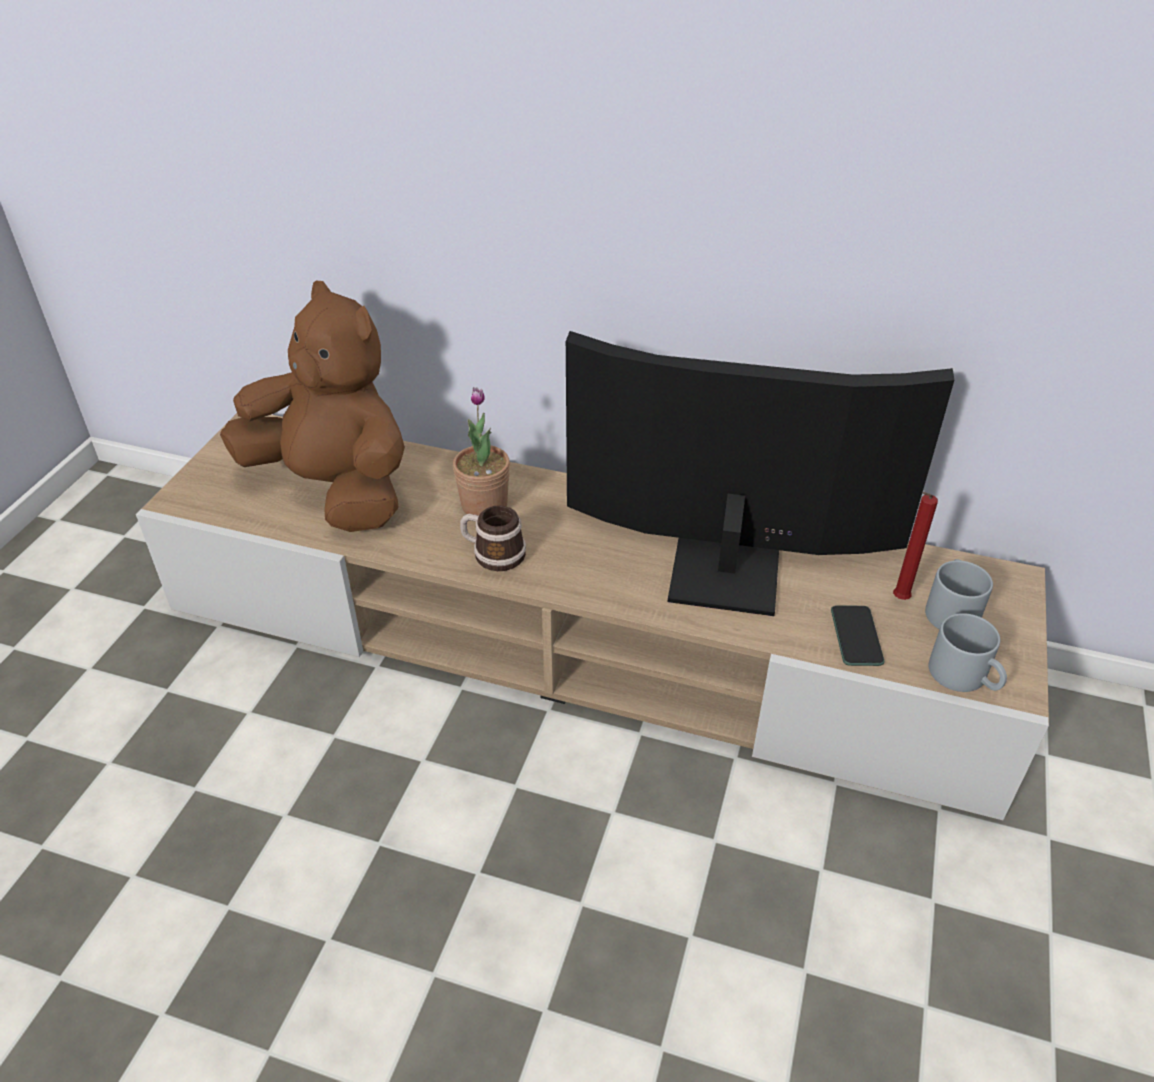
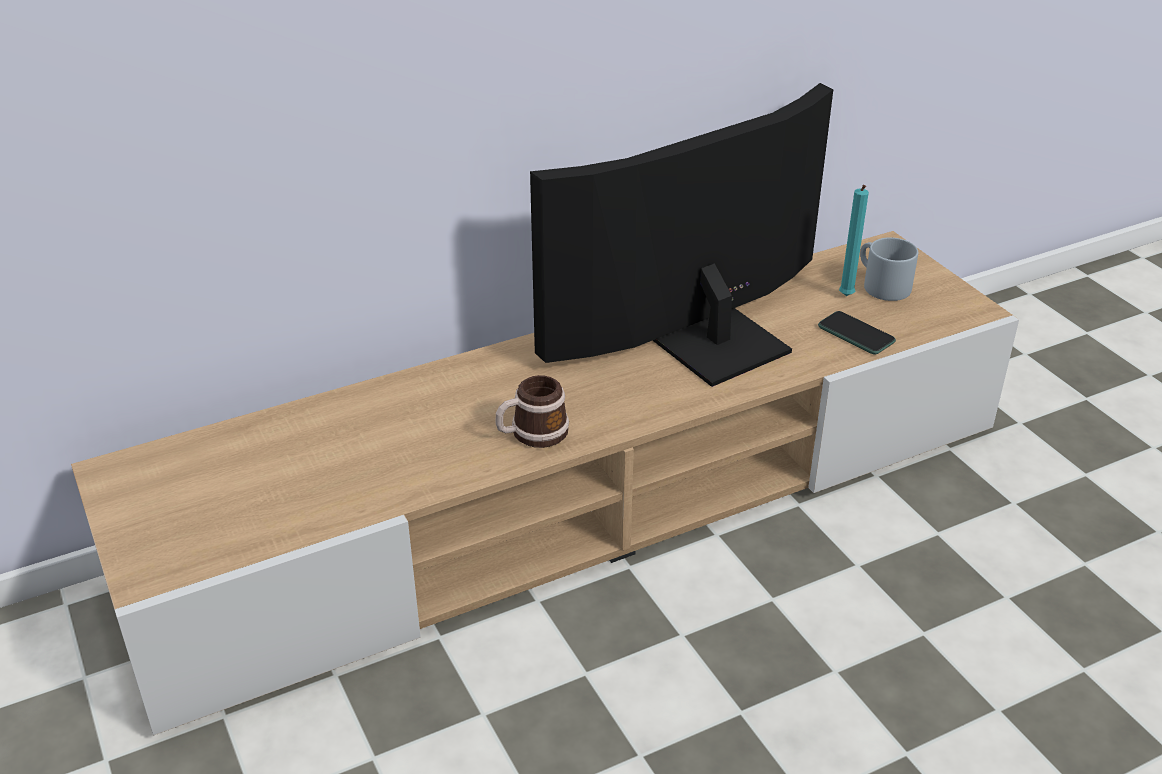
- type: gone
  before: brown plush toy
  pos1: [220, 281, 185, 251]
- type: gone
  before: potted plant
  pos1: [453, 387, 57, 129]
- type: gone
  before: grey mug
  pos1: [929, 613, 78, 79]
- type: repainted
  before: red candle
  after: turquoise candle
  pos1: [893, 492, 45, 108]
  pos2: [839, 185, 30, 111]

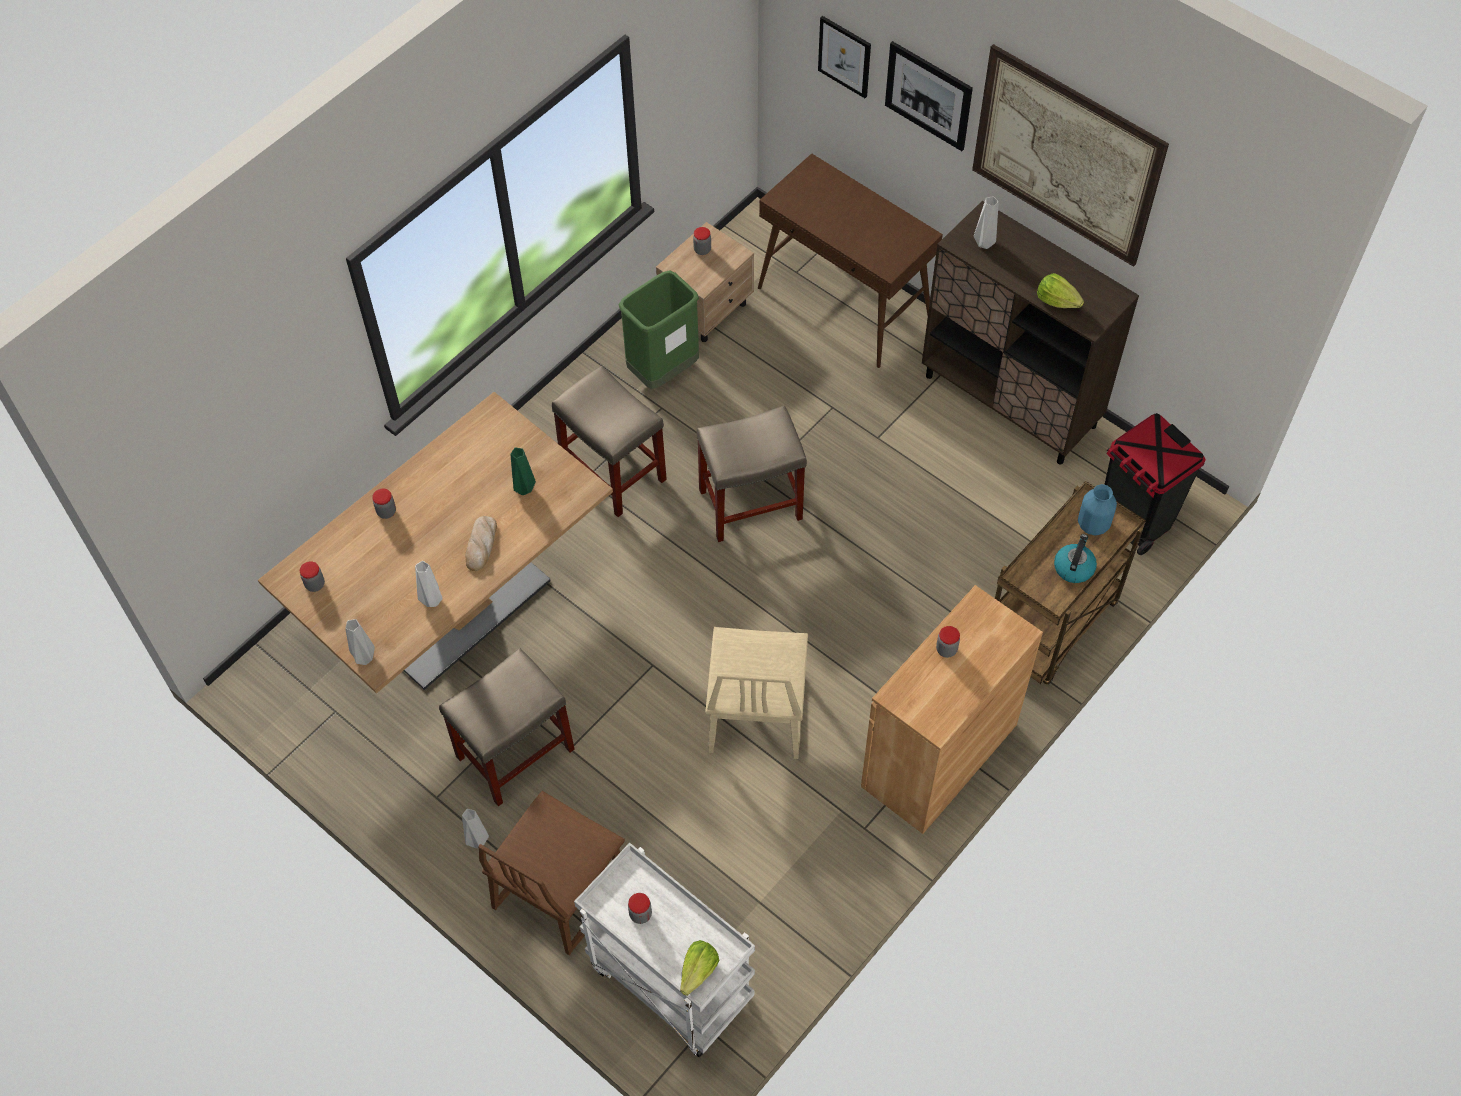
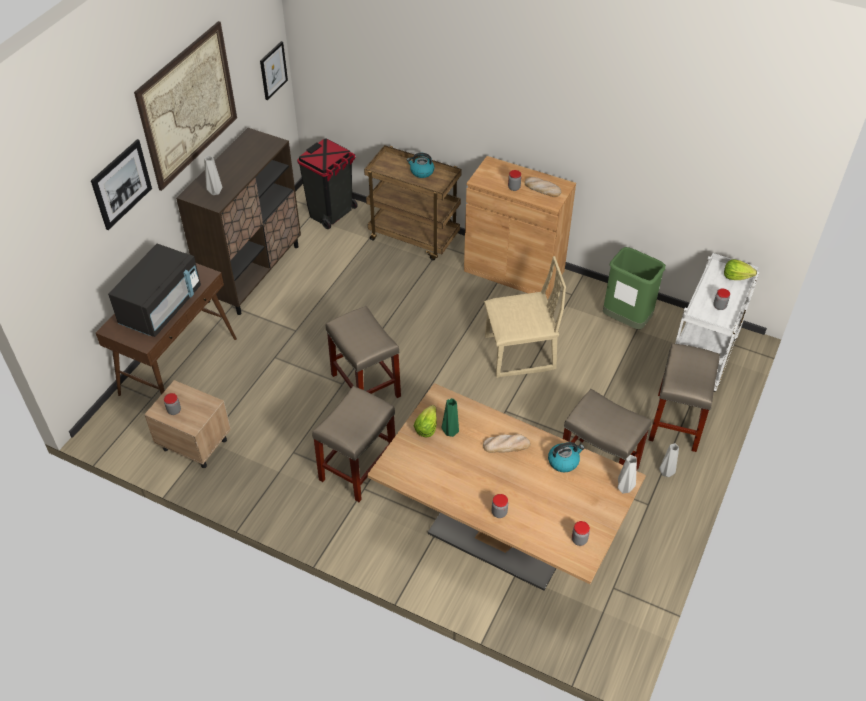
- type: gone
  before: blue vase
  pos1: [1078, 484, 39, 51]
- type: new
  after: black microwave
  pos2: [108, 244, 93, 93]
- type: new
  after: bread
  pos2: [524, 177, 37, 20]
- type: shifted
  before: green trash can
  pos1: [619, 270, 80, 119]
  pos2: [603, 247, 63, 82]
- type: shifted
  before: picture
  pos1: [818, 16, 53, 82]
  pos2: [260, 41, 28, 59]
- type: shifted
  before: lettuce
  pos1: [1037, 273, 47, 35]
  pos2: [414, 405, 23, 32]
- type: swapped
  before: white vase
  after: kettle
  pos1: [415, 561, 28, 46]
  pos2: [548, 442, 36, 30]
- type: swapped
  before: brown chair
  after: beige stool
  pos1: [478, 791, 147, 164]
  pos2: [648, 343, 72, 109]

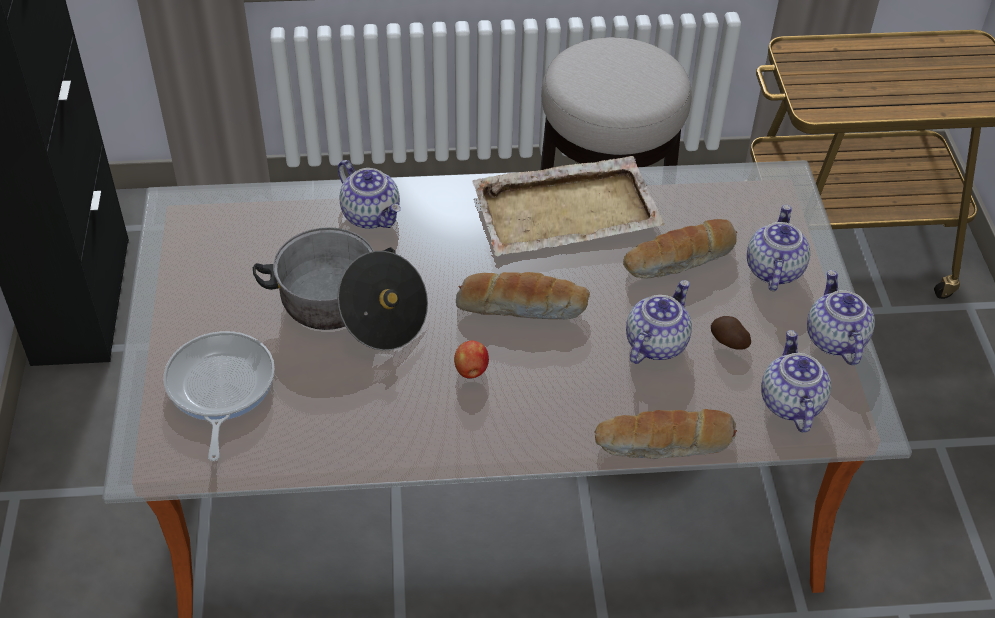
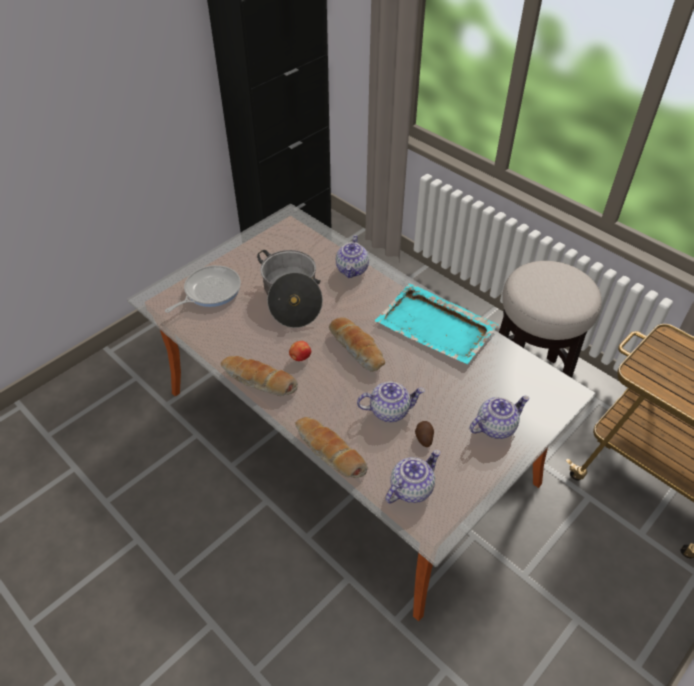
- type: gone
  before: teapot
  pos1: [807, 270, 68, 95]
- type: shifted
  before: bread
  pos1: [623, 219, 114, 59]
  pos2: [221, 356, 77, 40]
- type: repainted
  before: beige tray
  after: turquoise tray
  pos1: [473, 156, 192, 100]
  pos2: [375, 284, 123, 80]

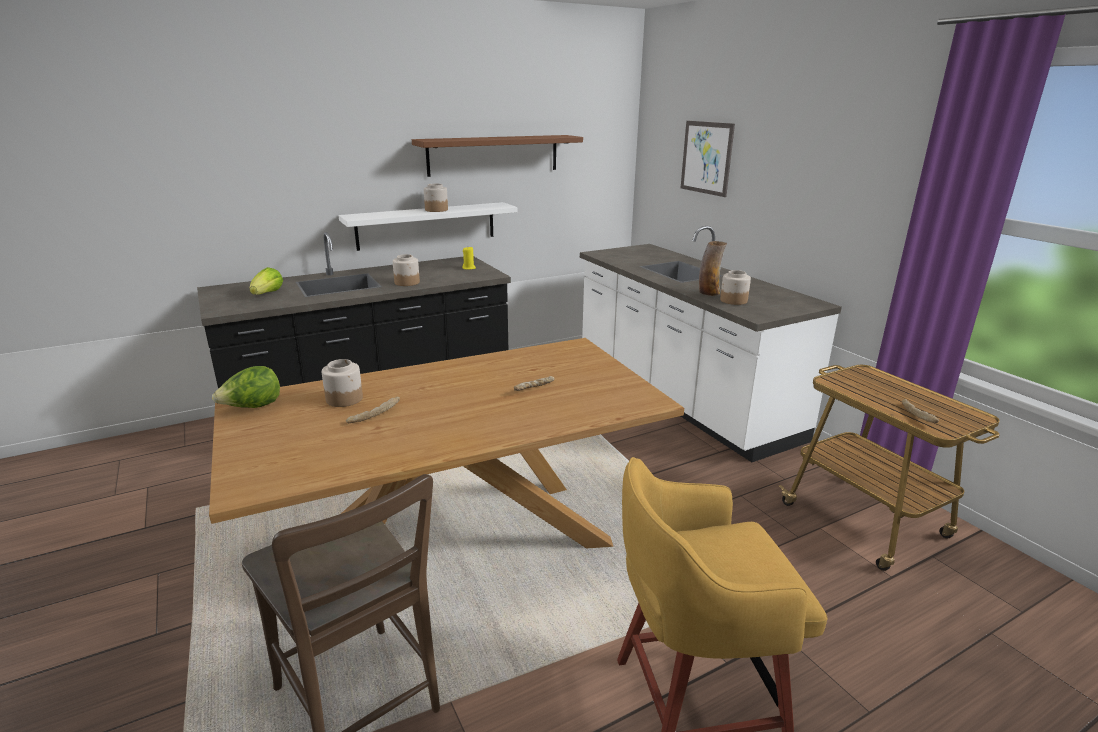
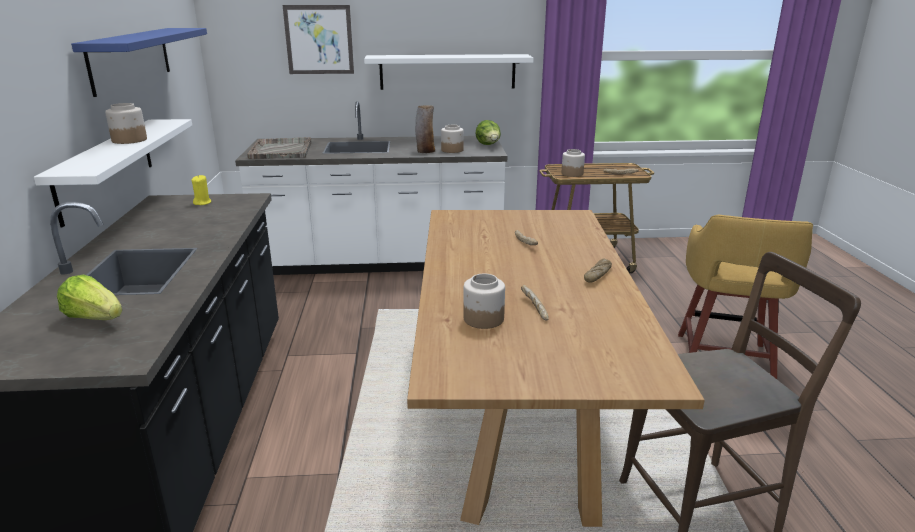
- type: new
  after: grey tray
  pos2: [247, 137, 64, 22]
- type: new
  after: white shelf
  pos2: [364, 54, 170, 36]
- type: new
  after: bread
  pos2: [584, 258, 28, 25]
- type: shifted
  before: lettuce
  pos1: [212, 366, 68, 42]
  pos2: [475, 120, 26, 25]
- type: shifted
  before: jar
  pos1: [393, 254, 27, 32]
  pos2: [561, 149, 24, 28]
- type: repainted
  before: brown shelf
  after: blue shelf
  pos1: [412, 135, 171, 42]
  pos2: [71, 28, 136, 69]

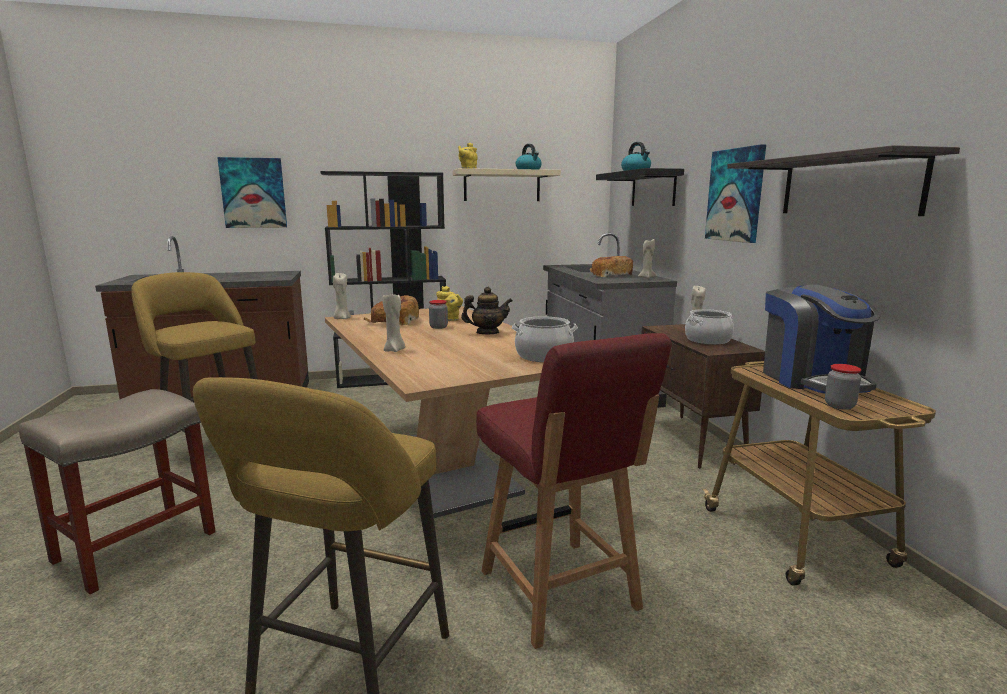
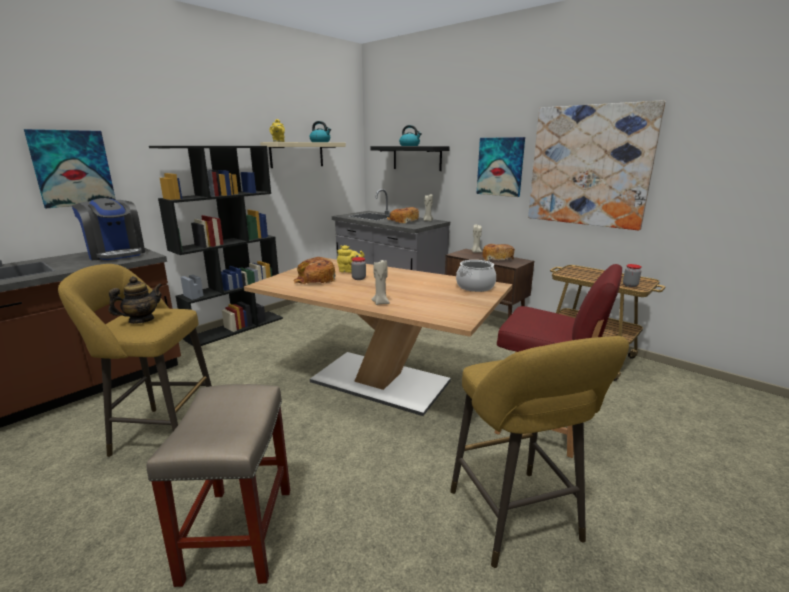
- type: gone
  before: beige candle
  pos1: [333, 272, 18, 47]
- type: shifted
  before: teapot
  pos1: [461, 287, 51, 47]
  pos2: [109, 276, 54, 48]
- type: shifted
  before: coffee machine
  pos1: [763, 285, 118, 109]
  pos2: [72, 198, 73, 62]
- type: swapped
  before: cooking pot
  after: bread
  pos1: [685, 309, 49, 36]
  pos2: [482, 244, 33, 17]
- type: swapped
  before: shelf
  after: picture
  pos1: [727, 145, 233, 71]
  pos2: [528, 100, 137, 130]

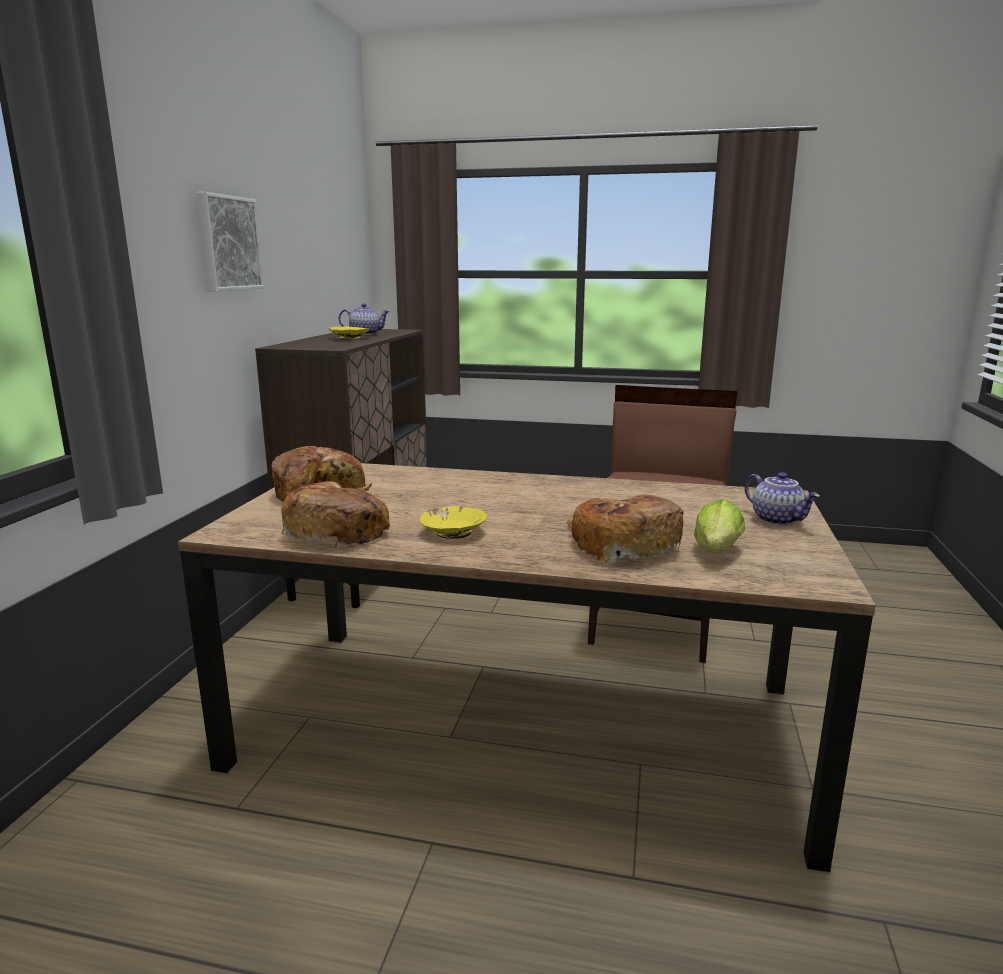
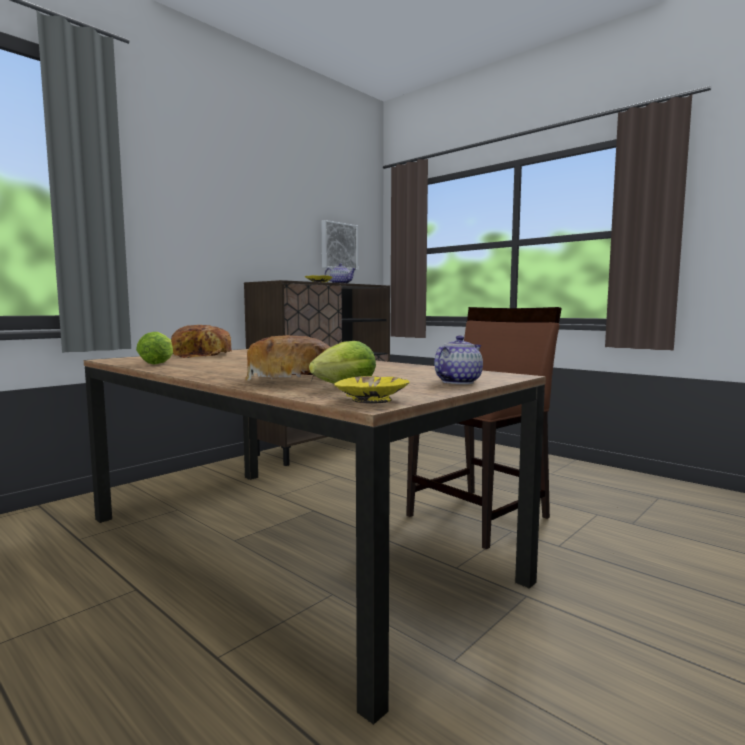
- type: shifted
  before: picture
  pos1: [195, 192, 70, 99]
  pos2: [321, 220, 37, 50]
- type: shifted
  before: yellow bowl
  pos1: [420, 506, 67, 33]
  pos2: [334, 376, 76, 28]
- type: swapped
  before: bread
  after: lettuce
  pos1: [281, 481, 109, 66]
  pos2: [136, 332, 37, 32]
- type: rotated
  before: teapot
  pos1: [744, 472, 76, 54]
  pos2: [434, 335, 49, 49]
  turn: -135

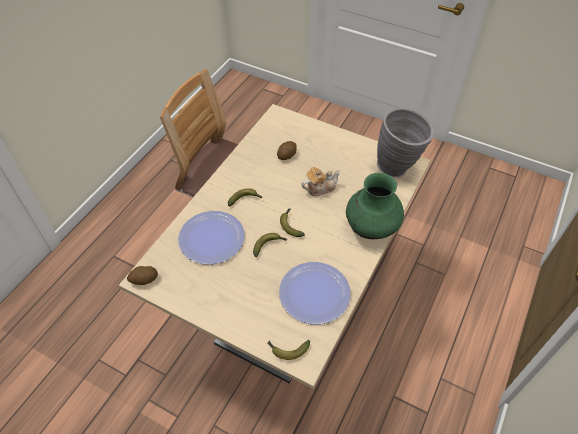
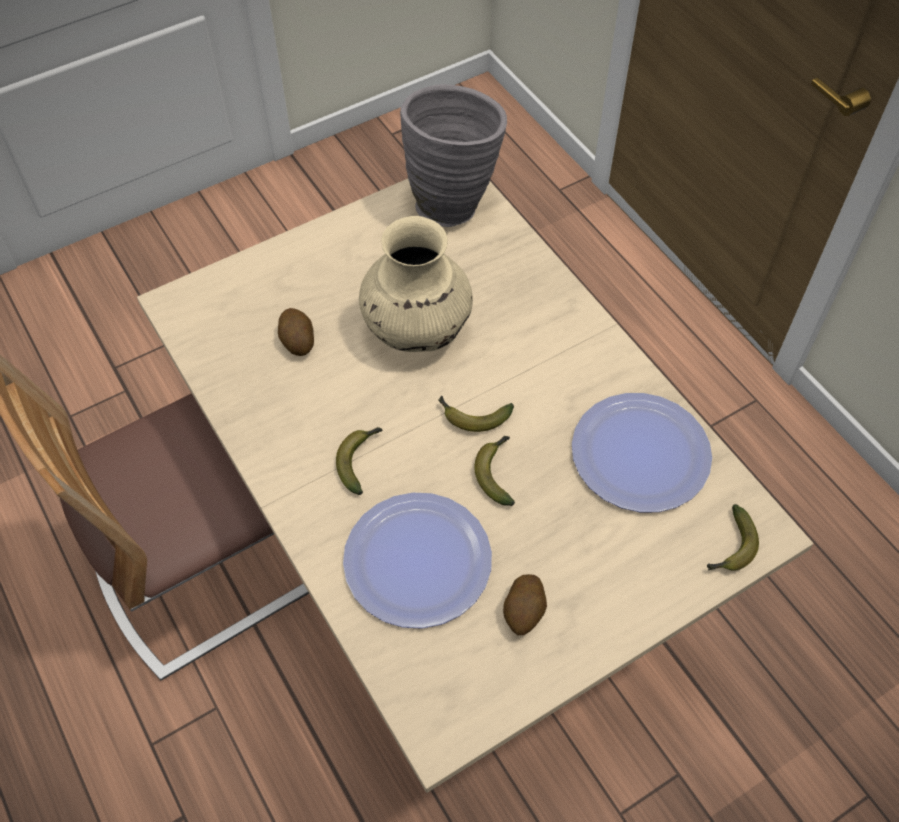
- type: gone
  before: green vase
  pos1: [346, 173, 58, 66]
- type: shifted
  before: potato
  pos1: [127, 266, 31, 19]
  pos2: [503, 574, 44, 61]
- type: swapped
  before: teapot
  after: beige vase
  pos1: [301, 167, 40, 29]
  pos2: [359, 216, 114, 136]

